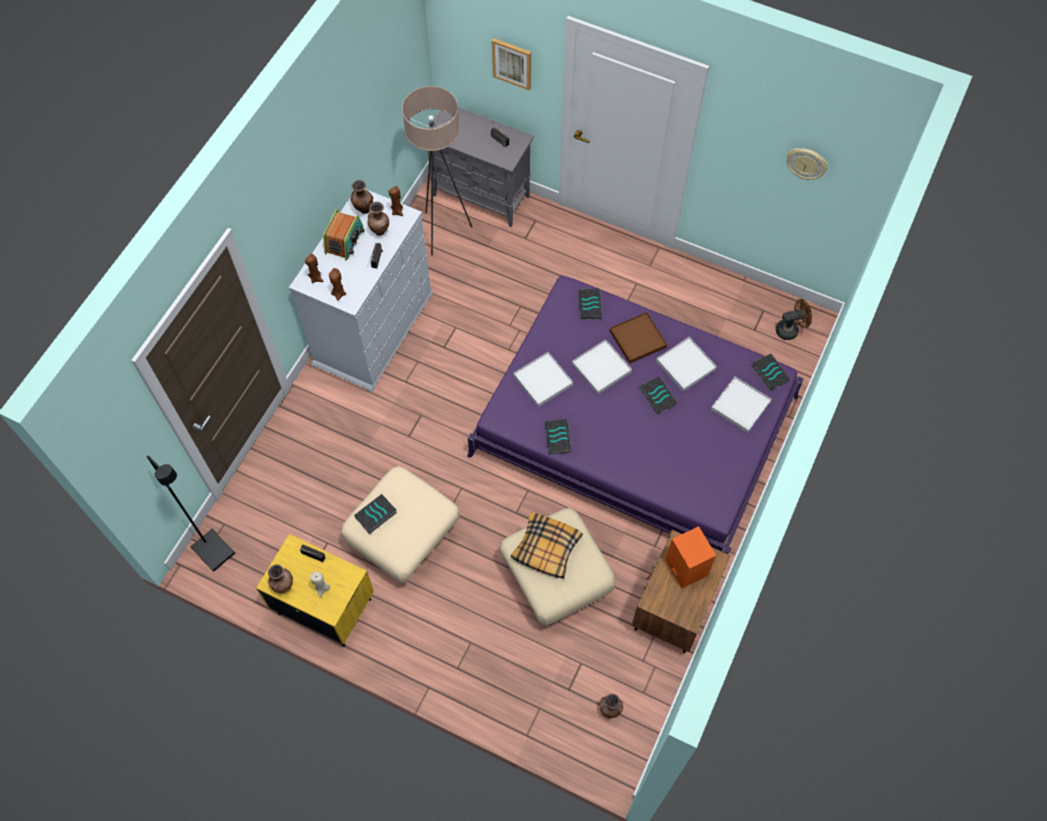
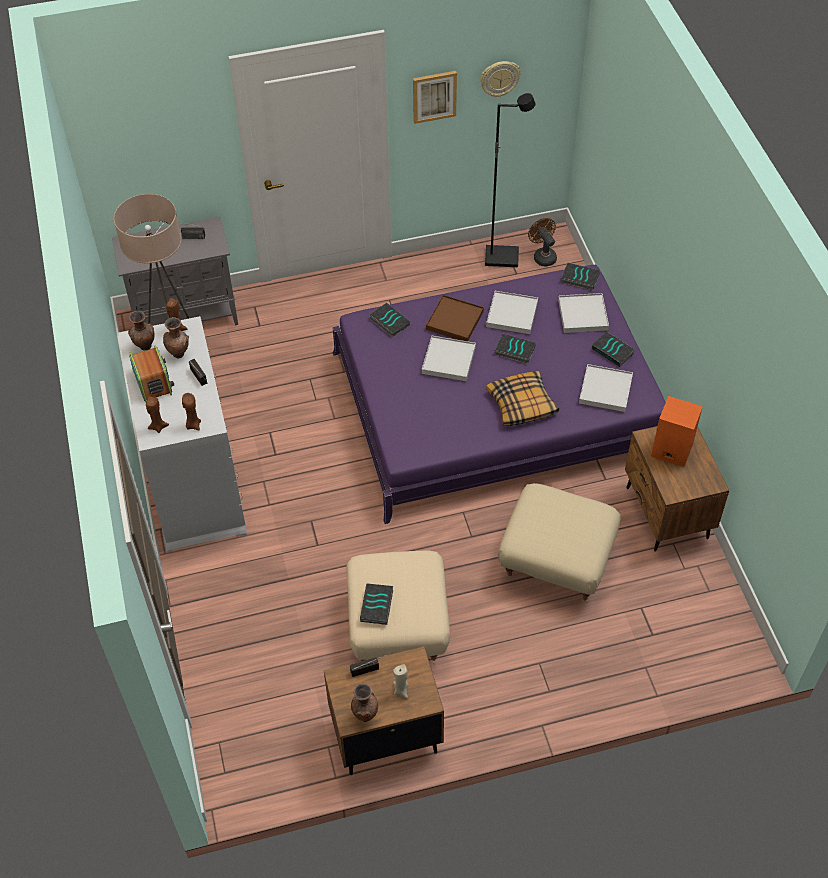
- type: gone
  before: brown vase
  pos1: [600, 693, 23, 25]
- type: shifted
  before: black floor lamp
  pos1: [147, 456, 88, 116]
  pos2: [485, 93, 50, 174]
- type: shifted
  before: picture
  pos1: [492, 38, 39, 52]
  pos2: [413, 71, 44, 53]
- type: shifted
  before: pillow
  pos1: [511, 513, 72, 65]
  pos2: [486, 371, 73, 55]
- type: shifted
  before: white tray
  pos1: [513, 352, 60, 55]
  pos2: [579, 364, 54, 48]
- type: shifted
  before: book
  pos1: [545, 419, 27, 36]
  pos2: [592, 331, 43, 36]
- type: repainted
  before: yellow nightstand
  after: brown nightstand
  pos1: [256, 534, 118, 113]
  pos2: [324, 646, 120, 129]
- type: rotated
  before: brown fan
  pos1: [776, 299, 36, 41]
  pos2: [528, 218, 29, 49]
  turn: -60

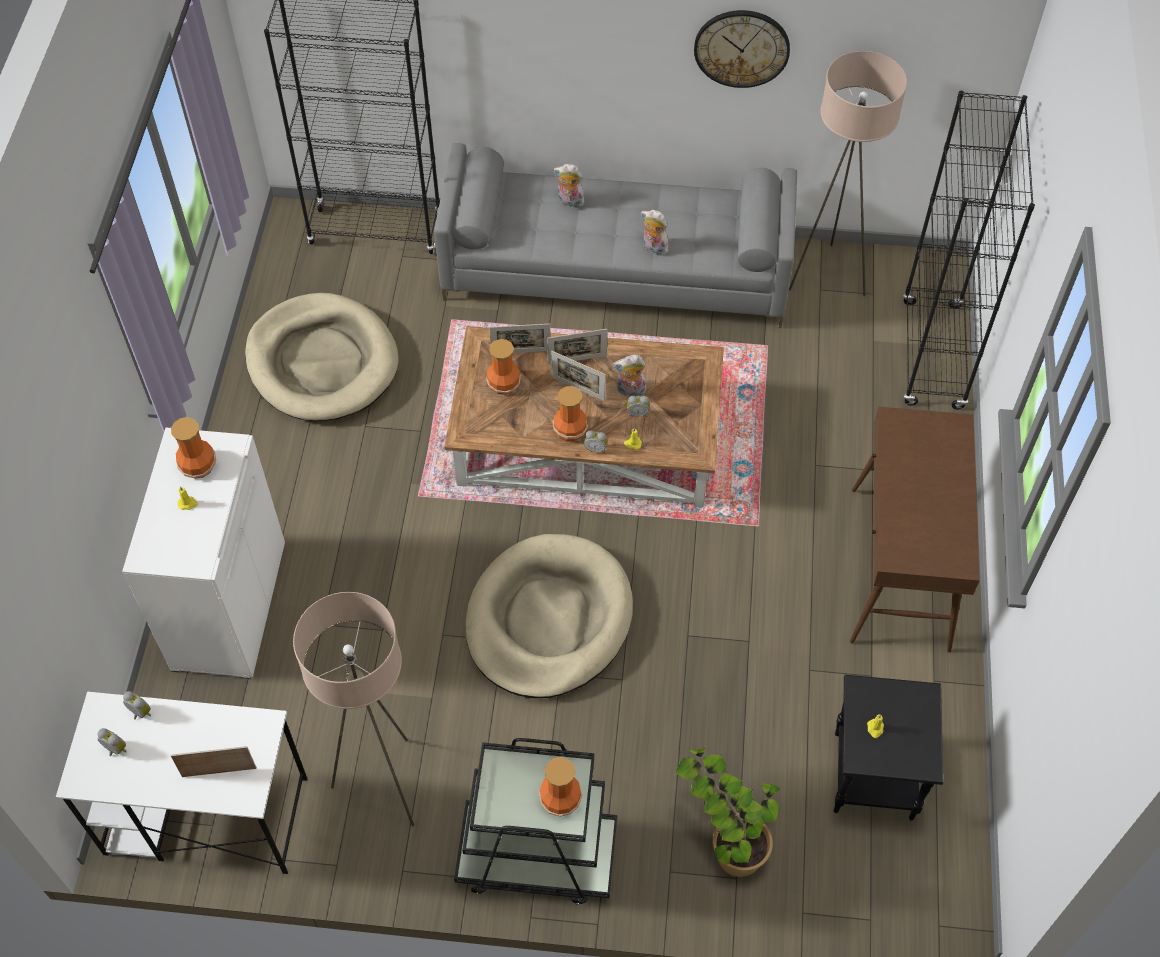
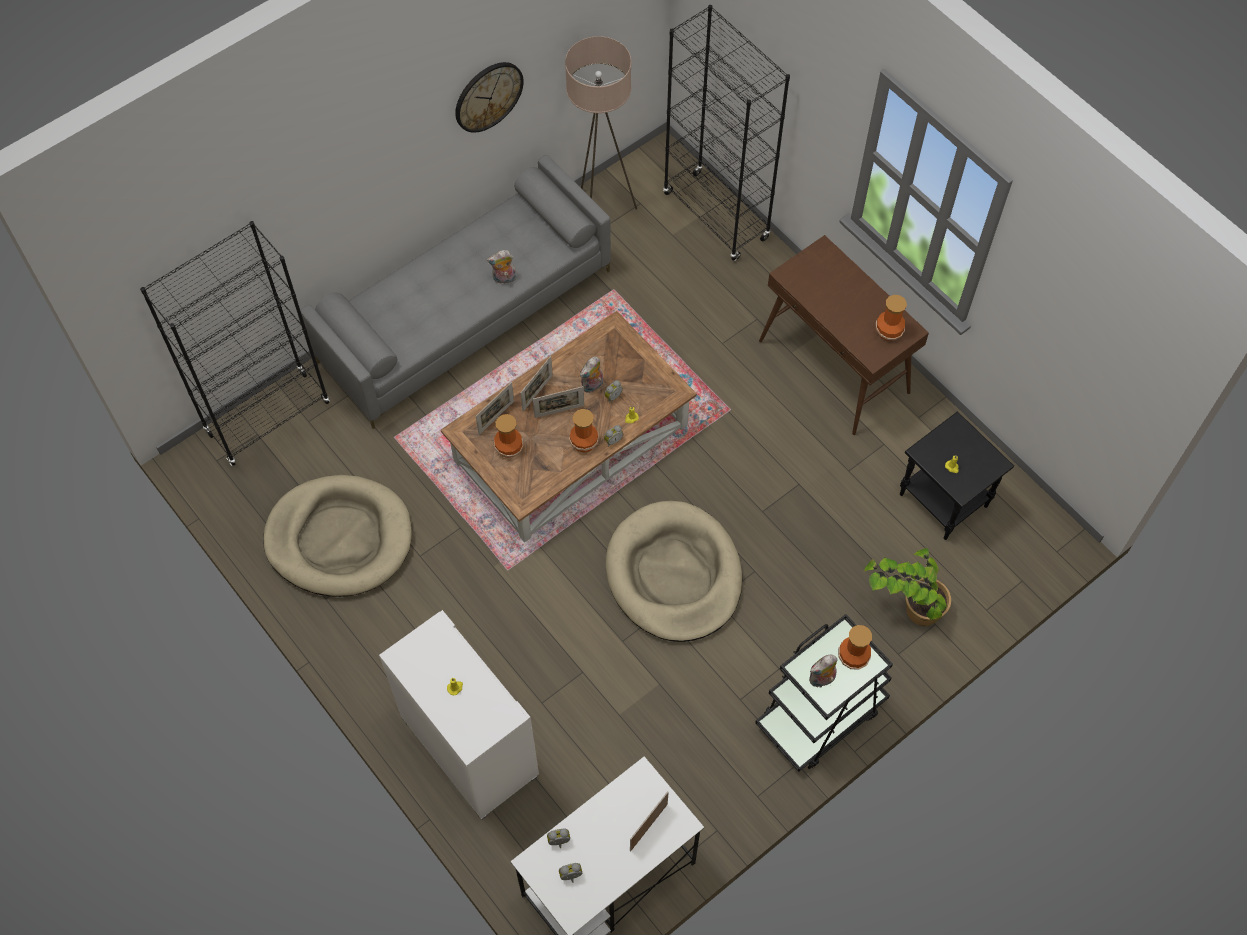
- type: gone
  before: beige floor lamp
  pos1: [293, 592, 121, 234]
- type: shifted
  before: vase
  pos1: [171, 417, 45, 62]
  pos2: [876, 295, 31, 46]
- type: shifted
  before: plush toy
  pos1: [553, 164, 33, 44]
  pos2: [809, 655, 28, 32]

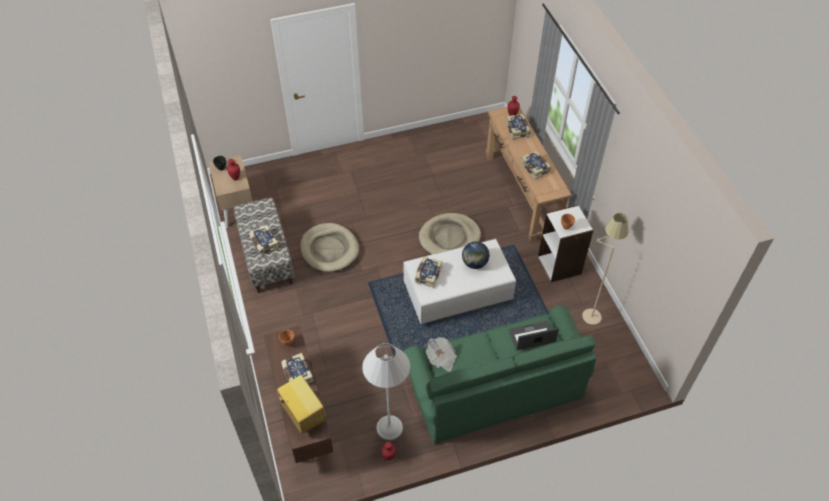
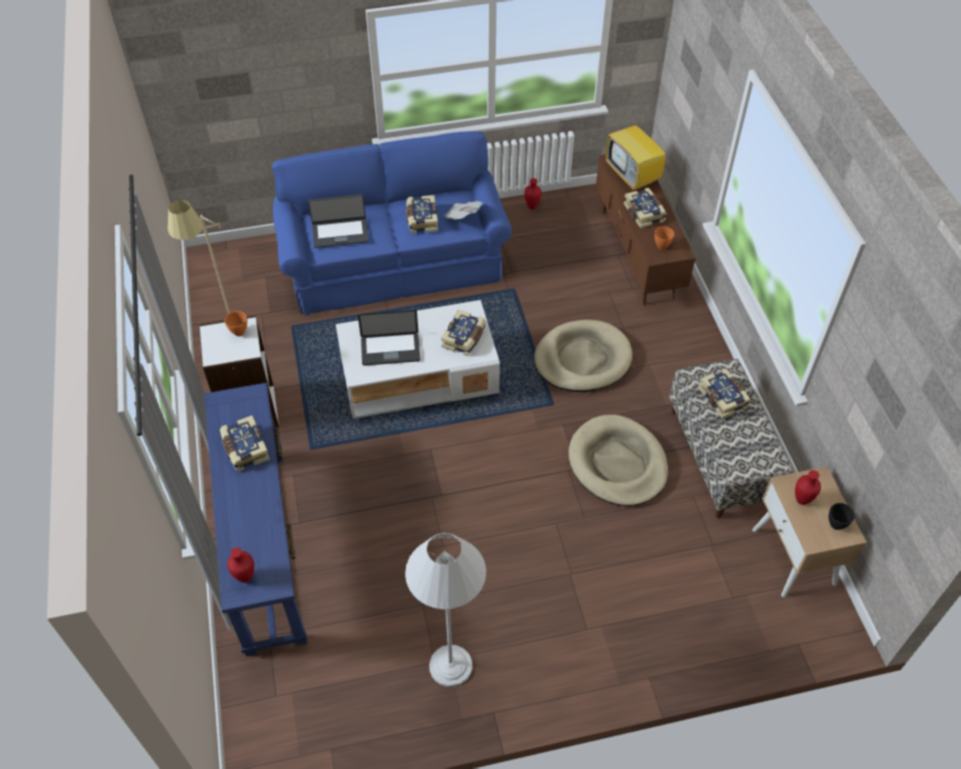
- type: shifted
  before: white floor lamp
  pos1: [362, 343, 48, 97]
  pos2: [405, 533, 81, 154]
- type: shifted
  before: beige dog bed
  pos1: [419, 213, 62, 42]
  pos2: [534, 320, 98, 72]
- type: shifted
  before: book
  pos1: [506, 114, 25, 25]
  pos2: [406, 195, 32, 38]
- type: swapped
  before: globe
  after: laptop
  pos1: [462, 241, 27, 28]
  pos2: [358, 310, 62, 56]
- type: repainted
  before: green sofa
  after: blue sofa
  pos1: [403, 305, 193, 138]
  pos2: [272, 131, 240, 185]
- type: repainted
  before: brown console table
  after: blue console table
  pos1: [486, 107, 86, 135]
  pos2: [204, 383, 103, 274]

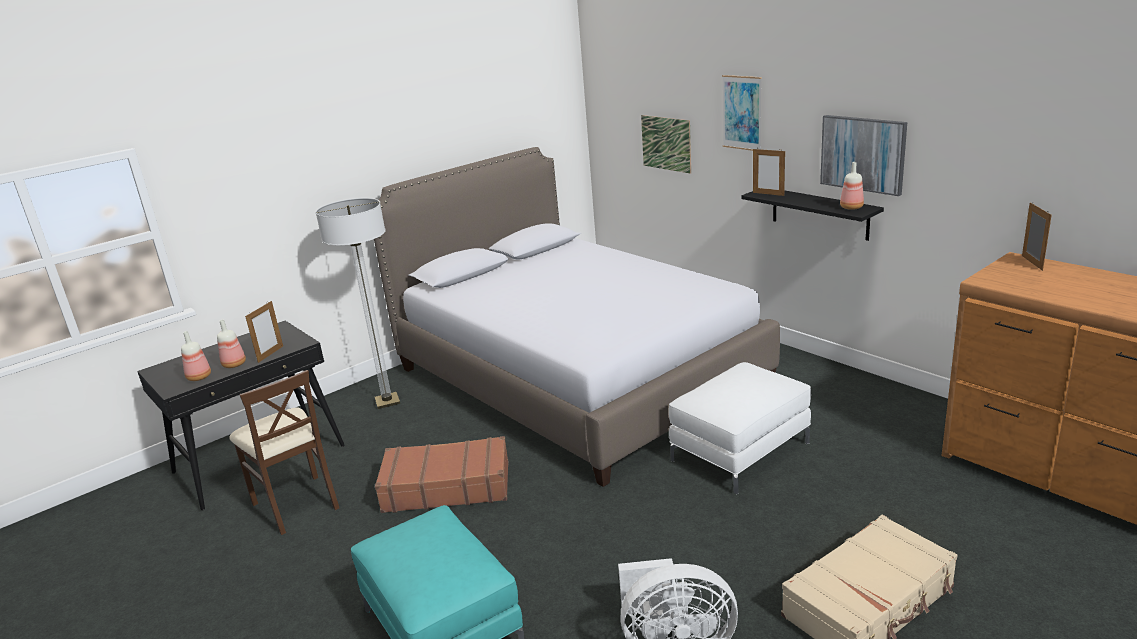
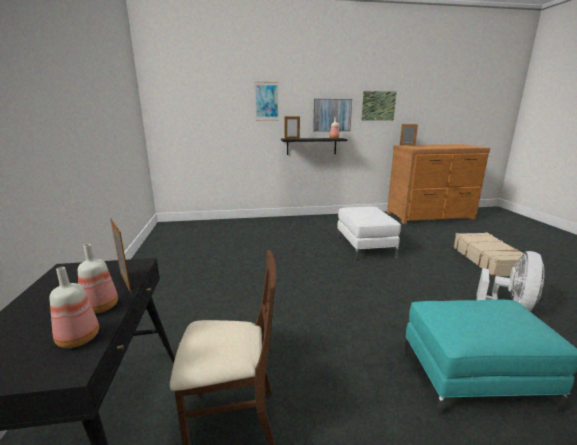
- type: gone
  before: floor lamp
  pos1: [315, 198, 85, 211]
- type: gone
  before: bed
  pos1: [374, 147, 406, 340]
- type: gone
  before: brown suitcase
  pos1: [375, 436, 134, 77]
- type: shifted
  before: picture
  pos1: [641, 115, 50, 59]
  pos2: [361, 91, 35, 30]

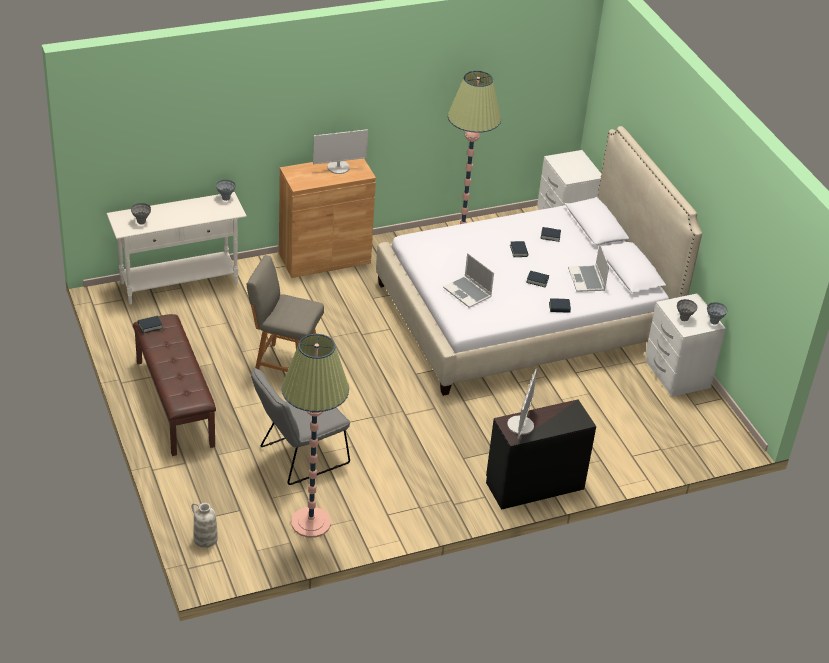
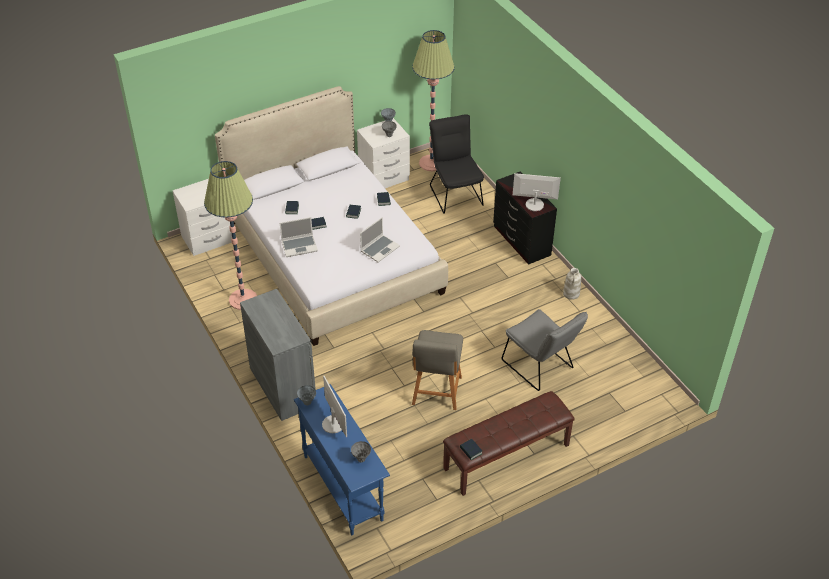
- type: new
  after: black chair
  pos2: [429, 114, 55, 100]
- type: shifted
  before: white vase
  pos1: [191, 503, 27, 45]
  pos2: [563, 268, 18, 32]
- type: shifted
  before: floor lamp
  pos1: [282, 334, 67, 204]
  pos2: [412, 30, 43, 141]
- type: shifted
  before: monitor
  pos1: [313, 129, 55, 45]
  pos2: [322, 376, 25, 61]
- type: shifted
  before: laptop
  pos1: [568, 243, 41, 49]
  pos2: [280, 217, 38, 40]
- type: repainted
  before: white console table
  after: blue console table
  pos1: [106, 192, 141, 113]
  pos2: [294, 384, 96, 151]
- type: repainted
  before: brown cabinet
  after: grey cabinet
  pos1: [279, 158, 97, 120]
  pos2: [240, 289, 76, 132]

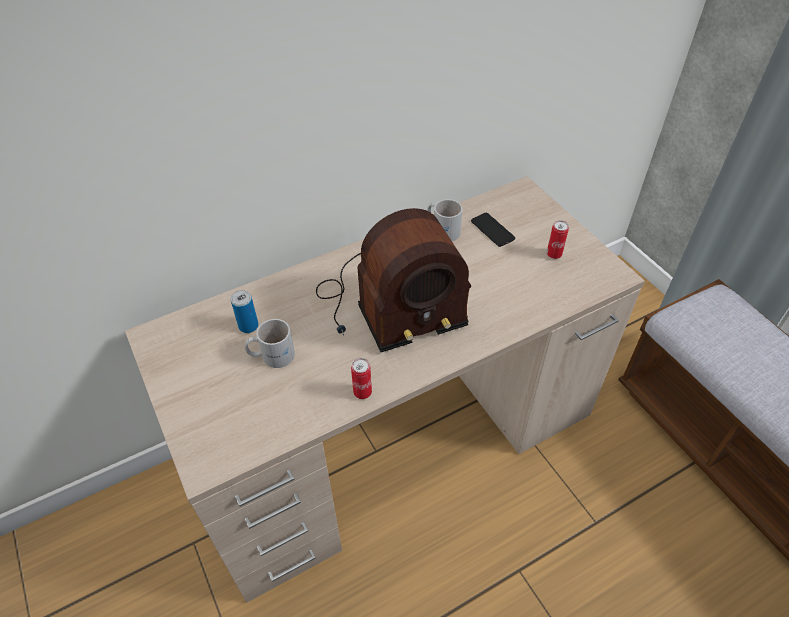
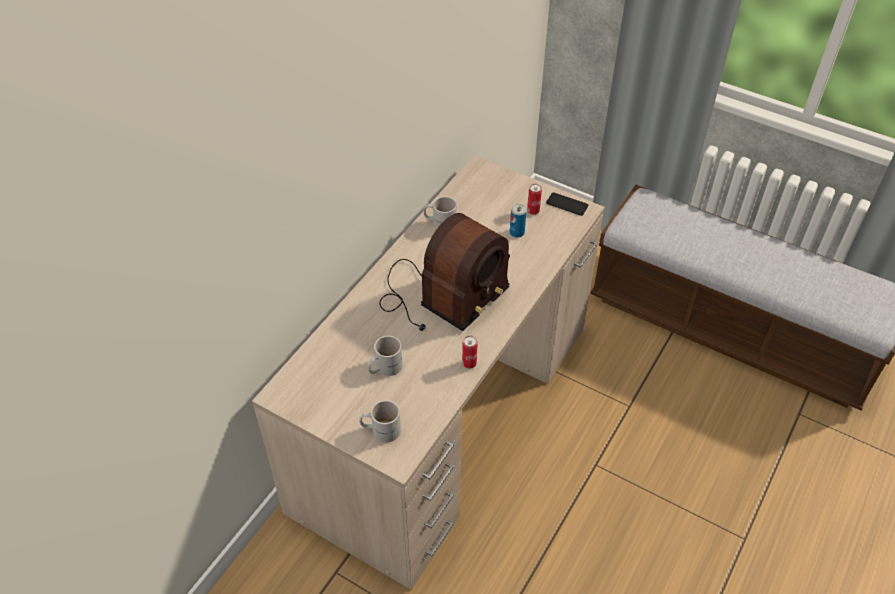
- type: new
  after: white mug
  pos2: [359, 400, 42, 42]
- type: shifted
  before: can
  pos1: [231, 290, 28, 43]
  pos2: [510, 204, 17, 34]
- type: shifted
  before: phone
  pos1: [471, 213, 44, 34]
  pos2: [546, 192, 42, 24]

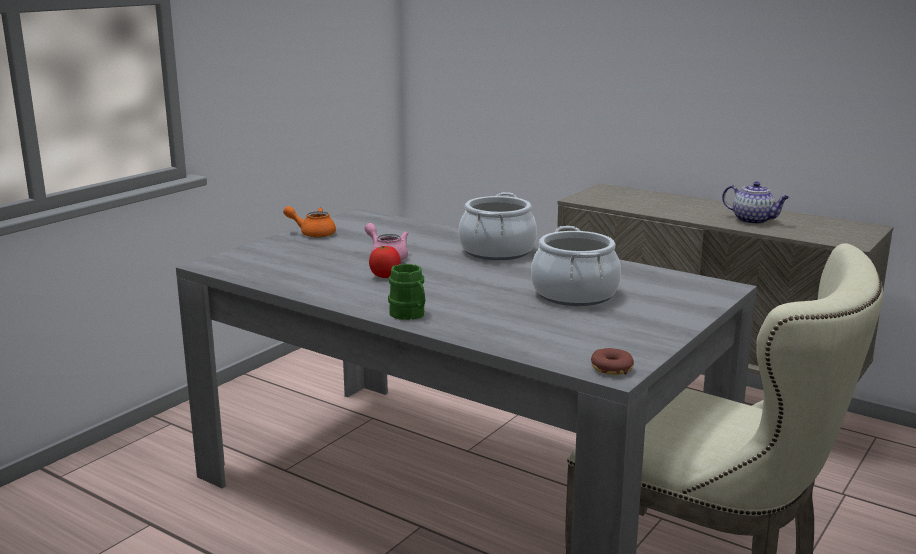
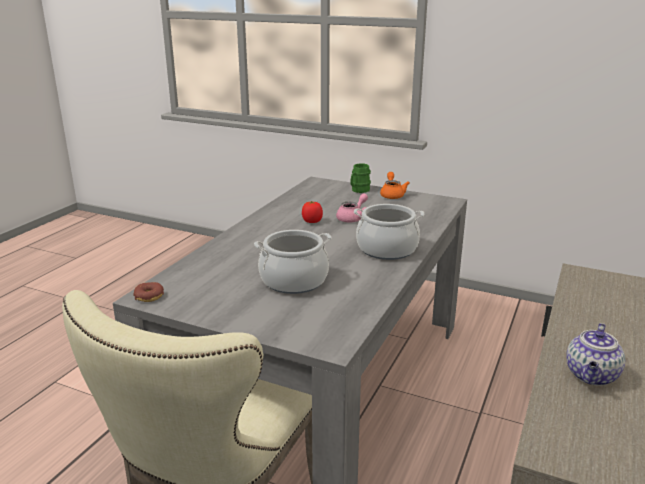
- type: shifted
  before: green mug
  pos1: [388, 264, 37, 56]
  pos2: [350, 163, 21, 30]

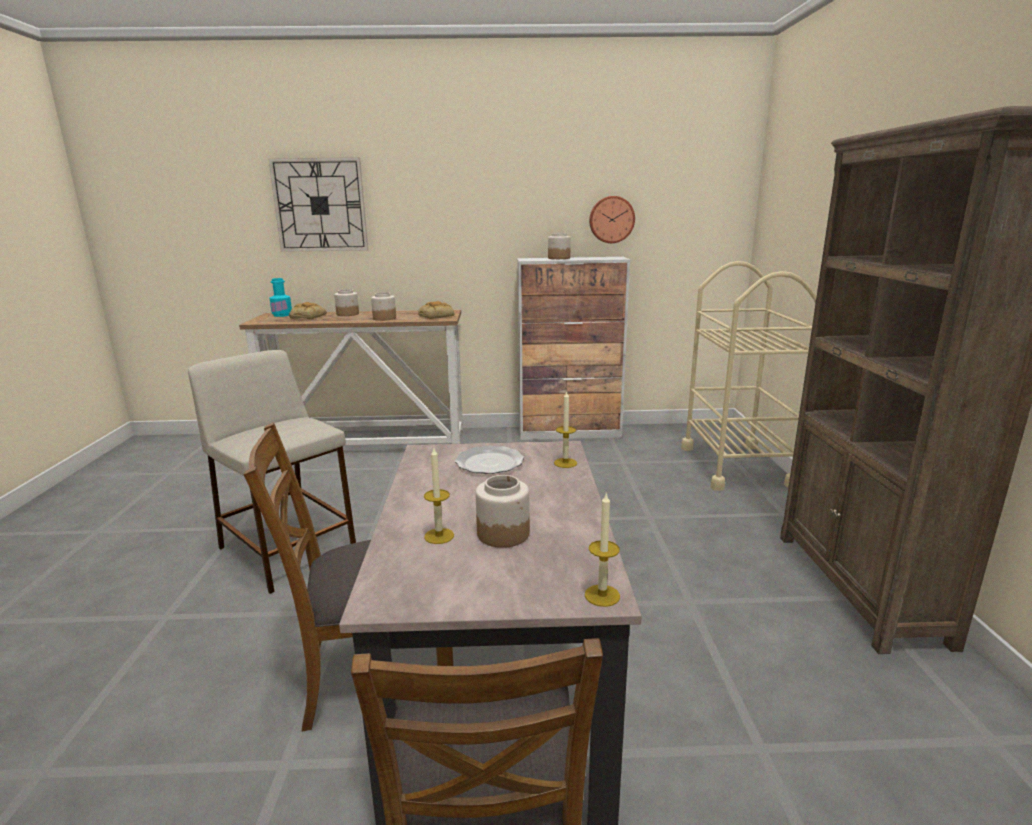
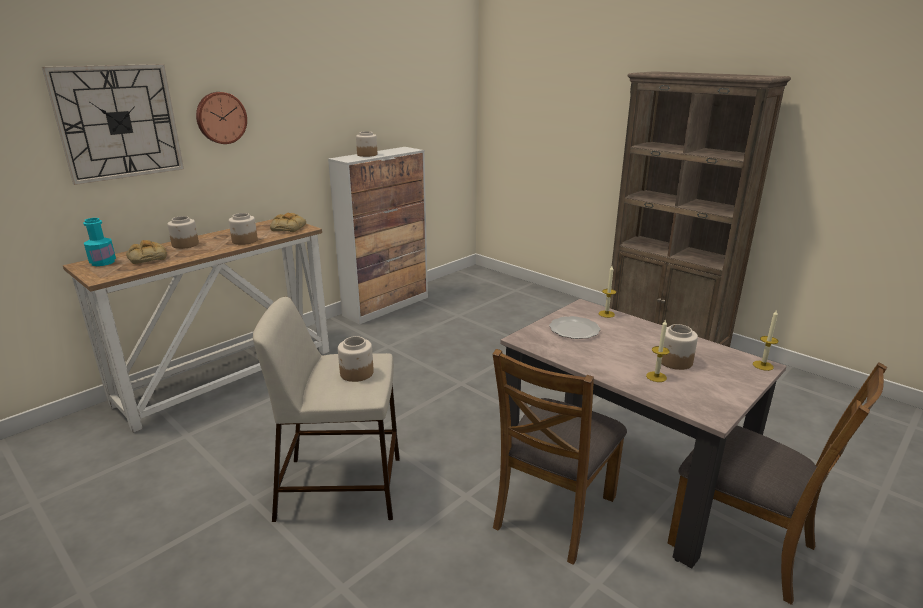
- type: gone
  before: beige cart
  pos1: [681, 261, 136, 230]
- type: new
  after: jar
  pos2: [338, 336, 36, 46]
- type: shifted
  before: wall clock
  pos1: [589, 196, 46, 47]
  pos2: [196, 92, 51, 52]

